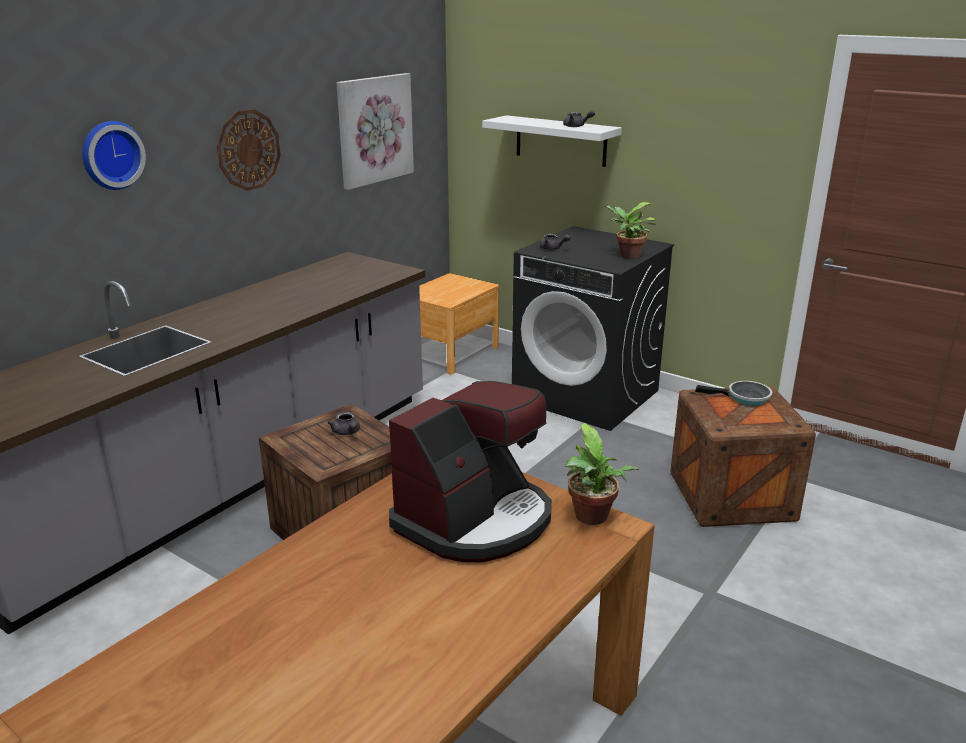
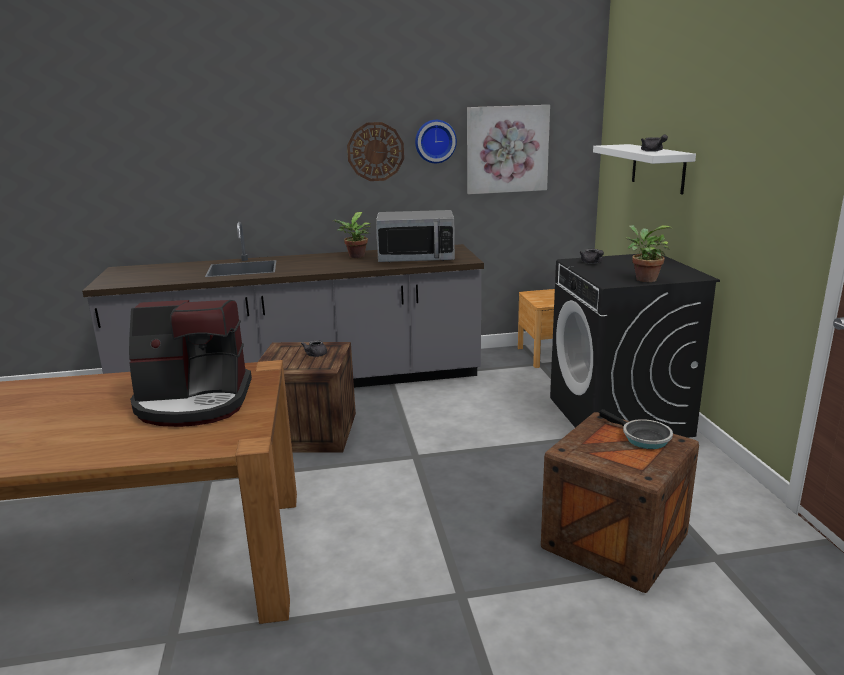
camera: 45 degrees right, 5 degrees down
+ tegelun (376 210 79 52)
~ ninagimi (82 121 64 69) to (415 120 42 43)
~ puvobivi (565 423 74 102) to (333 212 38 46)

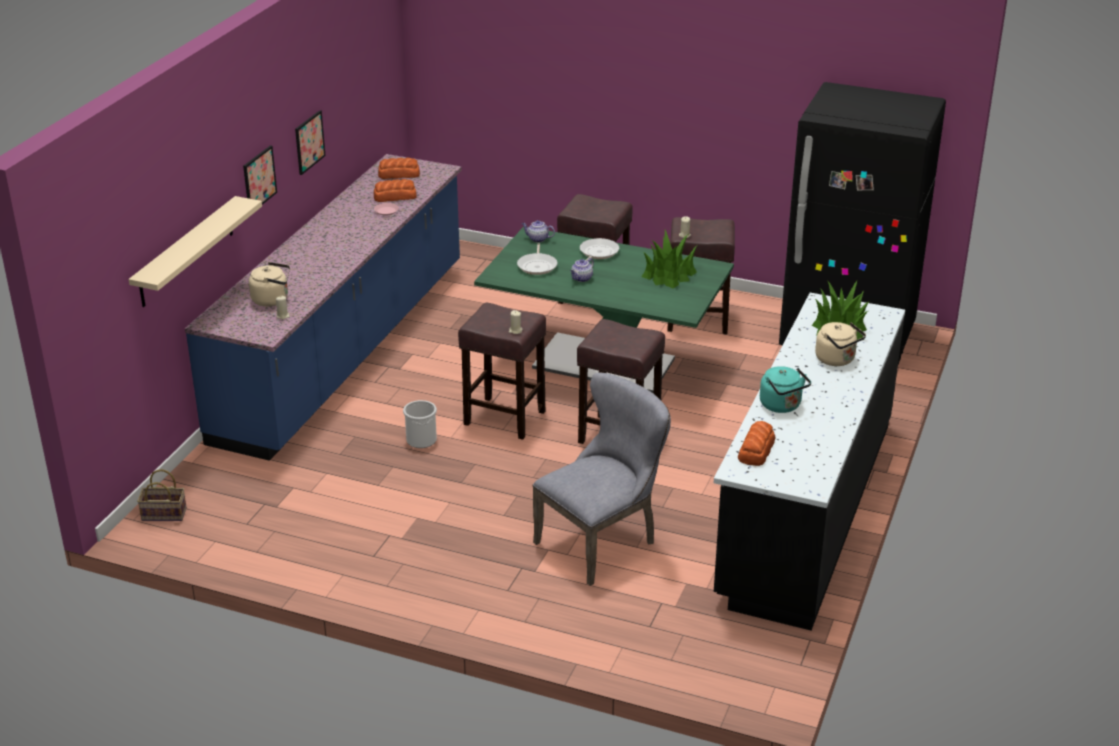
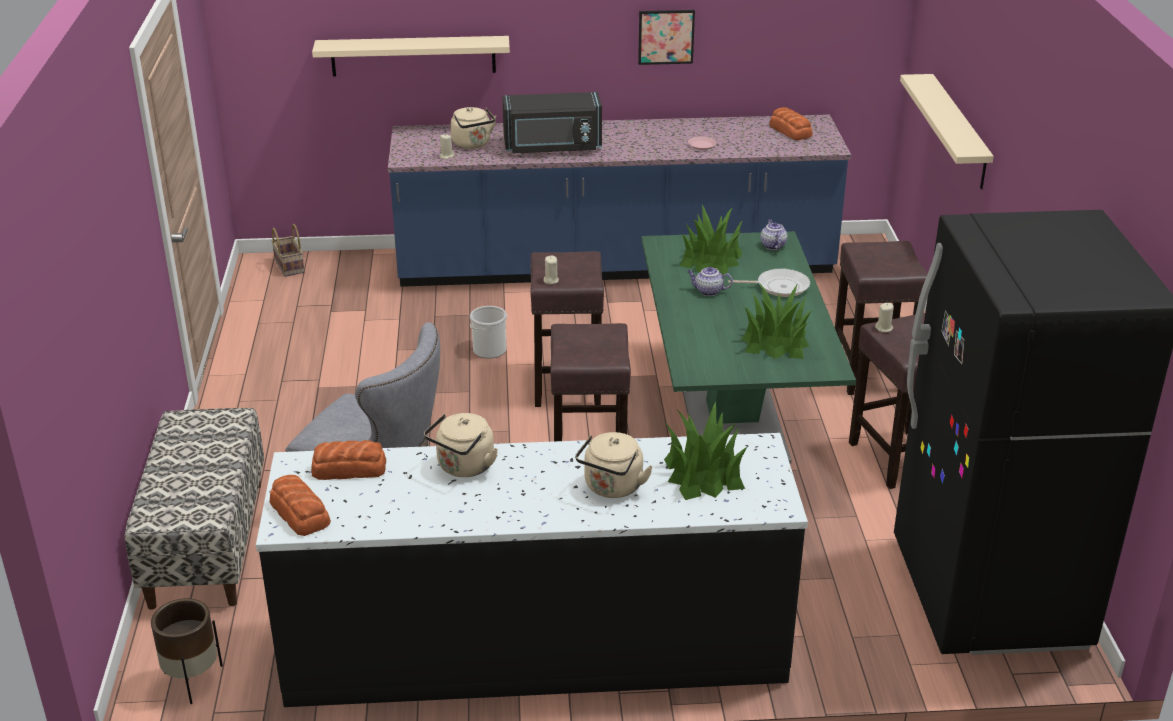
camera: 65 degrees right, 0 degrees up
- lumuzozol (243 145 34 60)
+ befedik (125 408 139 202)
+ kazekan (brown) (151 598 72 106)
+ tegelun (black) (502 92 100 61)
+ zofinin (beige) (900 74 94 115)
~ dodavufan (374 179 43 23) to (270 475 61 61)
~ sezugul (517 244 41 31) to puvobivi (679 205 64 70)
~ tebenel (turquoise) (760 366 51 47) to tebenel (beige) (424 413 74 64)

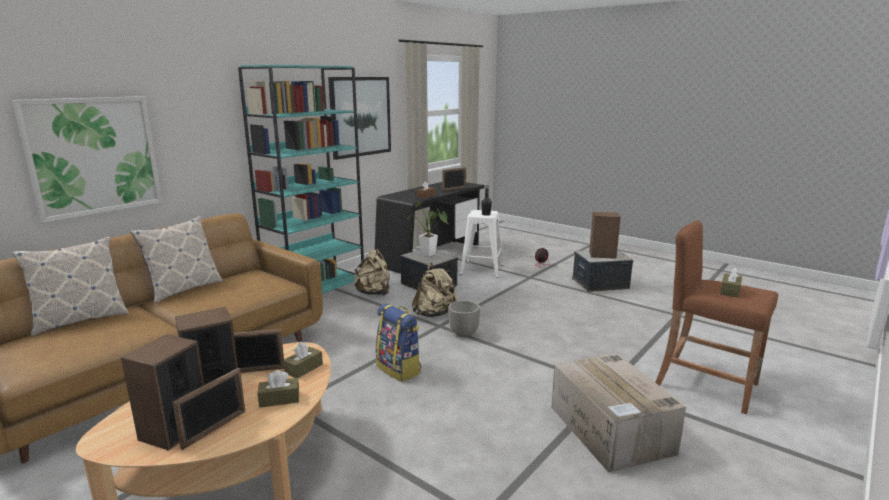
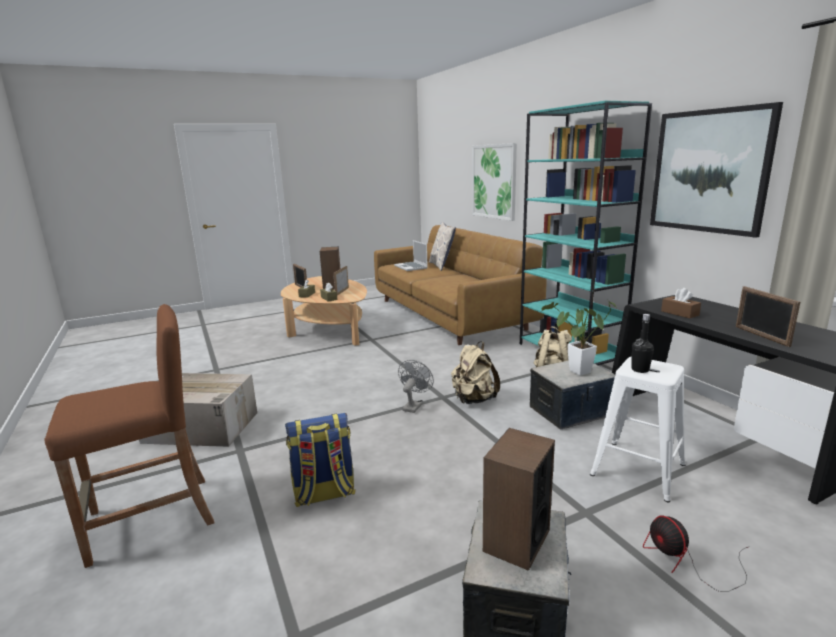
camera: 115 degrees right, 0 degrees up
- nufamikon (121 334 83 117)
- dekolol (130 216 93 87)
- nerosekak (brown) (720 267 22 31)
+ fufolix (394 240 34 31)
~ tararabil (376 303 45 79) to (285 413 71 94)
~ kazekan (448 301 32 36) to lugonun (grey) (398 360 36 53)

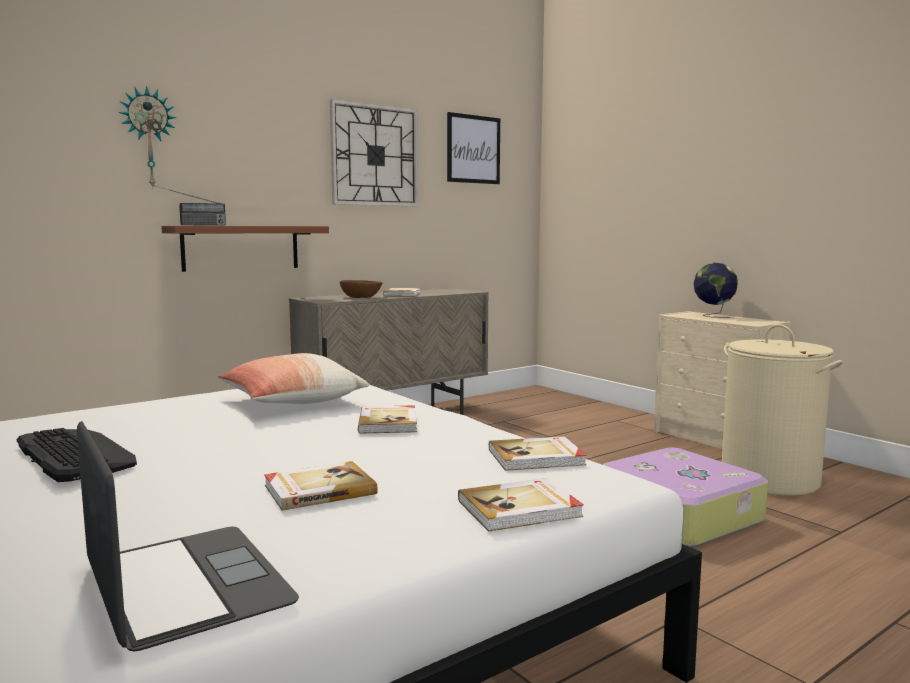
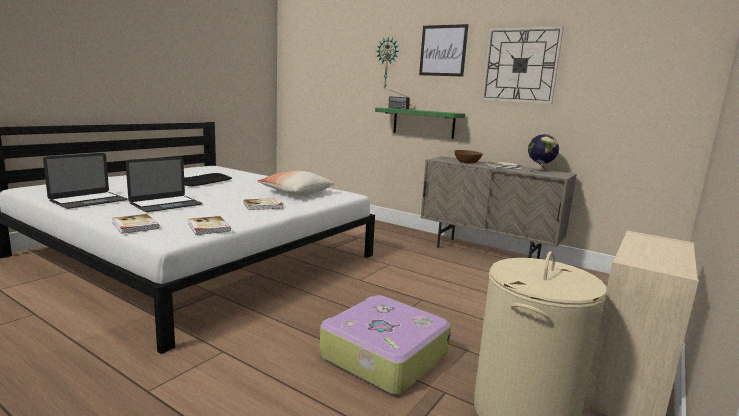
camera: 70 degrees right, 5 degrees up
~ lumuzozol (447 112 53 72) to (419 24 50 53)
~ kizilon (694 263 44 55) to (528 134 31 39)
~ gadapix (264 461 114 50) to fufolix (126 157 77 55)
~ zofinin (brown) (161 226 168 46) to zofinin (green) (375 108 90 31)

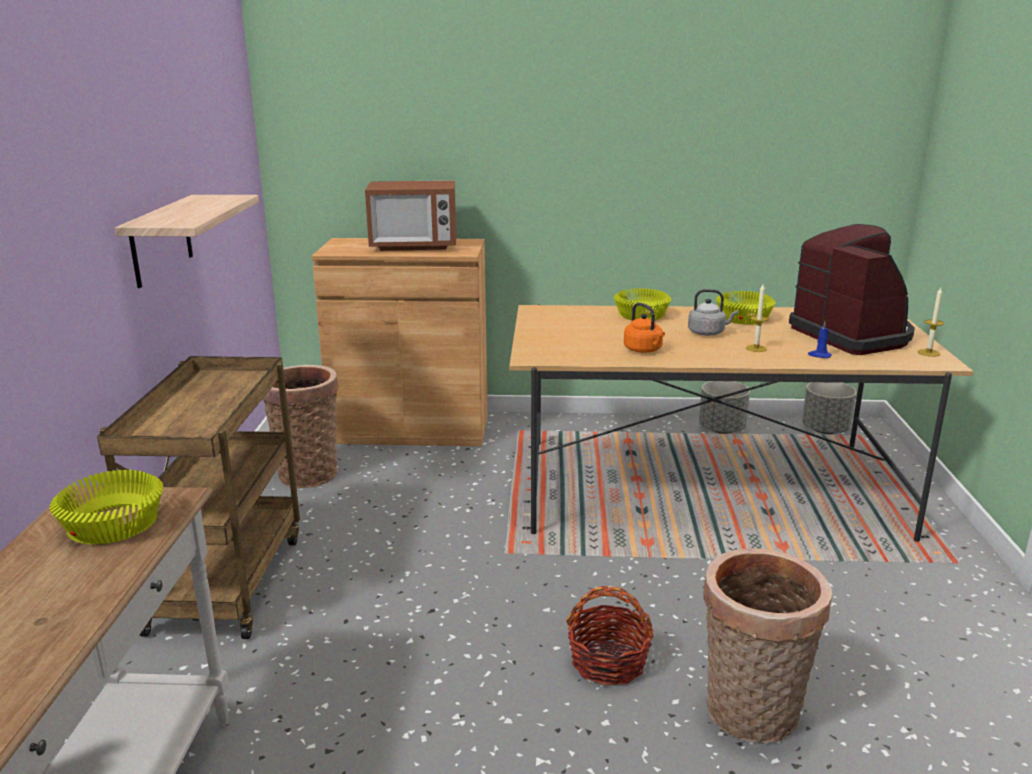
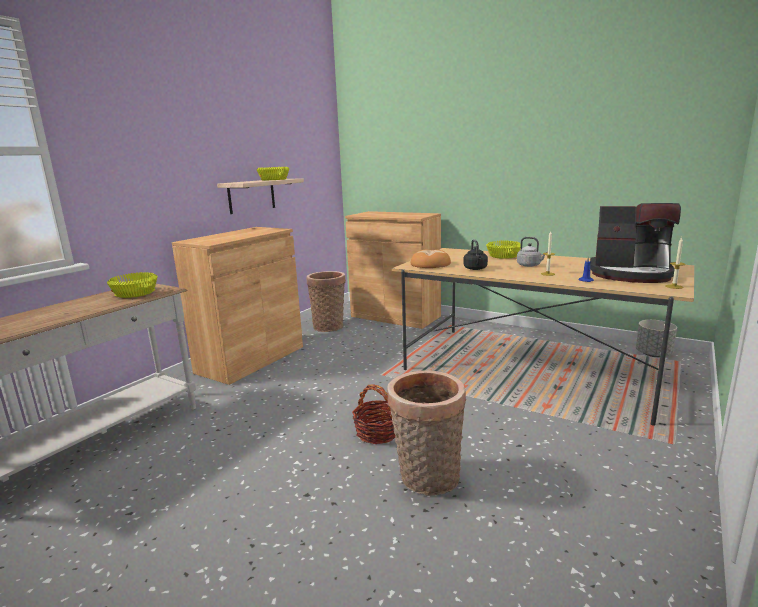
camera: 30 degrees right, 5 degrees down
- tegelun (365 180 91 71)
- kazekan (grey) (699 381 51 53)
+ dodavufan (411 249 40 19)
~ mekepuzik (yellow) (716 291 60 33) to (257 167 32 13)
~ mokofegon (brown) (97 356 203 283) to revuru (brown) (172 227 131 158)
~ tebenel (orange) (624 303 41 50) to tebenel (black) (464 239 24 31)
~ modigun (789 224 126 131) = (590 203 91 80) 105 degrees clockwise

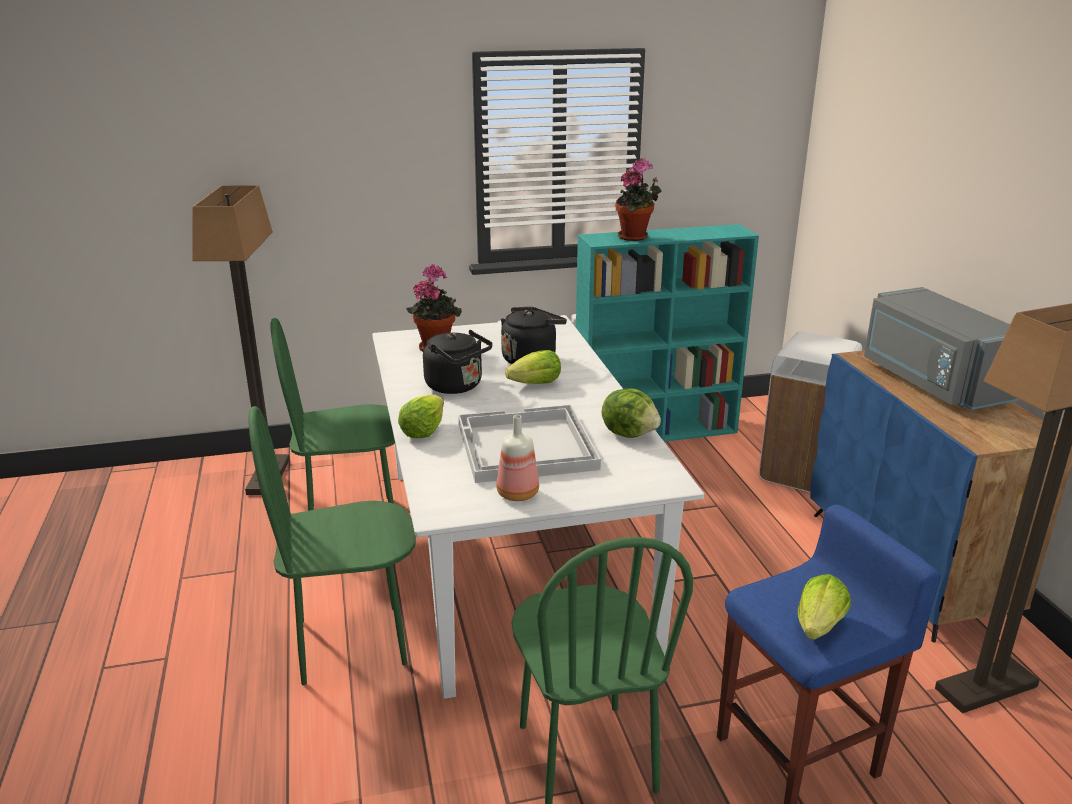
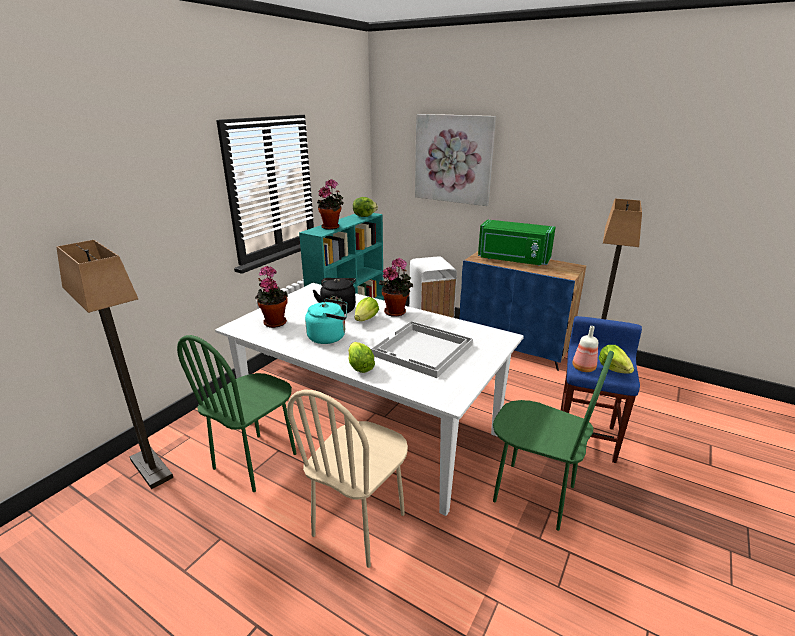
camera: 45 degrees left, 0 degrees up
+ puvobivi (379 258 34 59)
+ lumuzozol (415 114 81 92)
~ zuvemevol (496 415 43 86) to (572 326 26 46)
~ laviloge (602 388 59 50) to (353 197 25 20)
~ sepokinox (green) (248 406 168 279) to sepokinox (beige) (287 390 121 178)
~ tebenel (black) (423 330 70 64) to tebenel (turquoise) (305 299 42 45)
~ tegelun (grey) (864 287 155 123) to tegelun (green) (478 219 78 47)

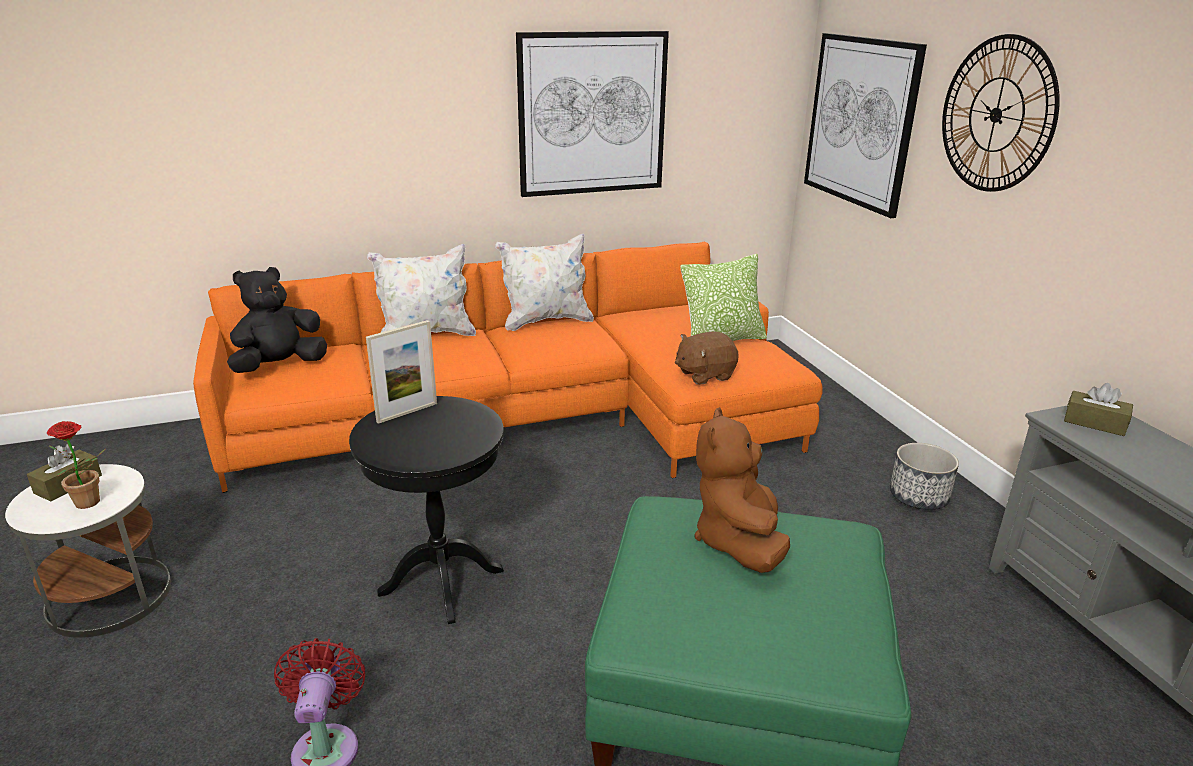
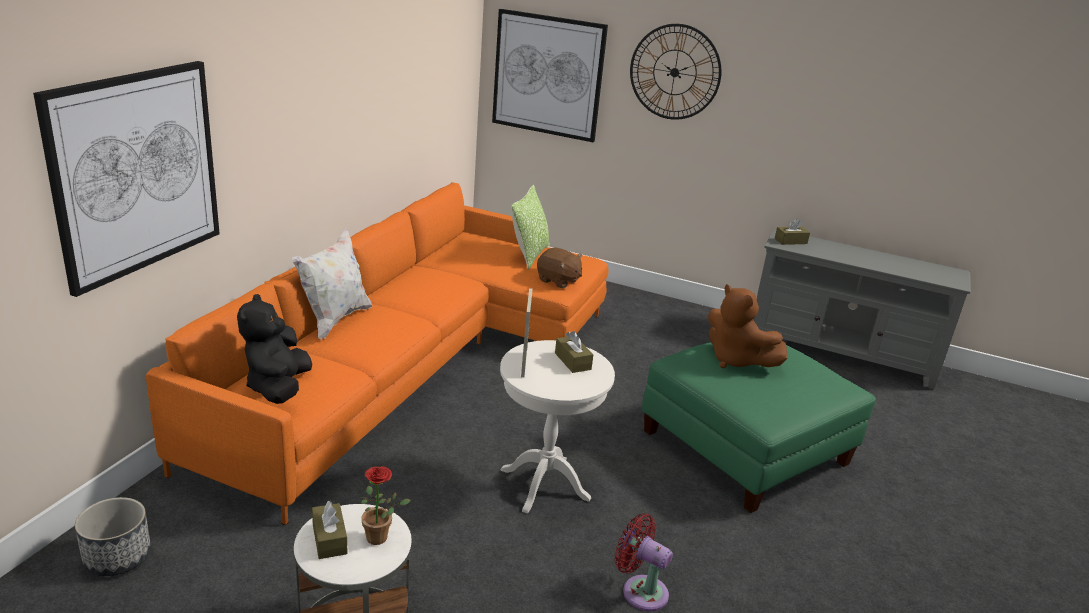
camera: 50 degrees left, 0 degrees up
- dekolol (white) (495 234 99 97)
+ nerosekak (brown) (555 331 38 42)
~ lumuzozol (516 31 153 166) to (33 61 187 236)
~ kazekan (890 443 69 67) to (75 497 76 79)
~ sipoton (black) (349 396 155 228) to sipoton (white) (500 340 115 174)
~ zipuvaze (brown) (675 332 64 53) = (537 247 45 42) 75 degrees counterclockwise

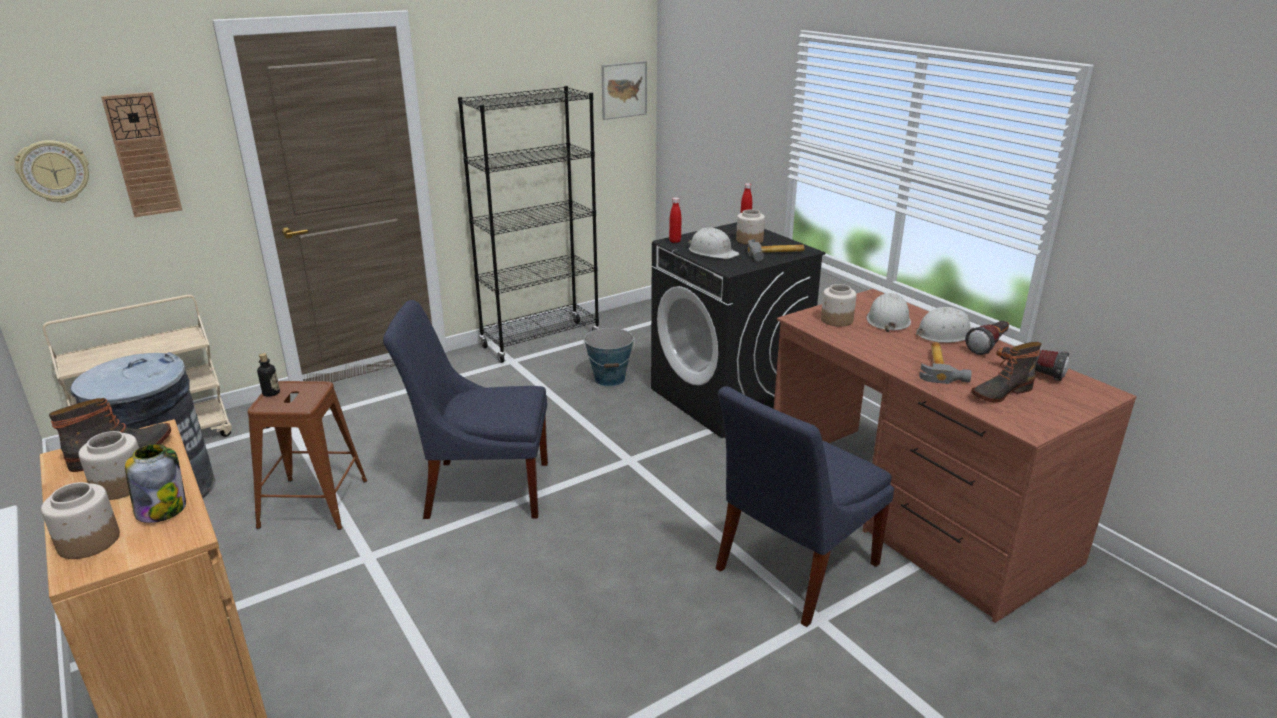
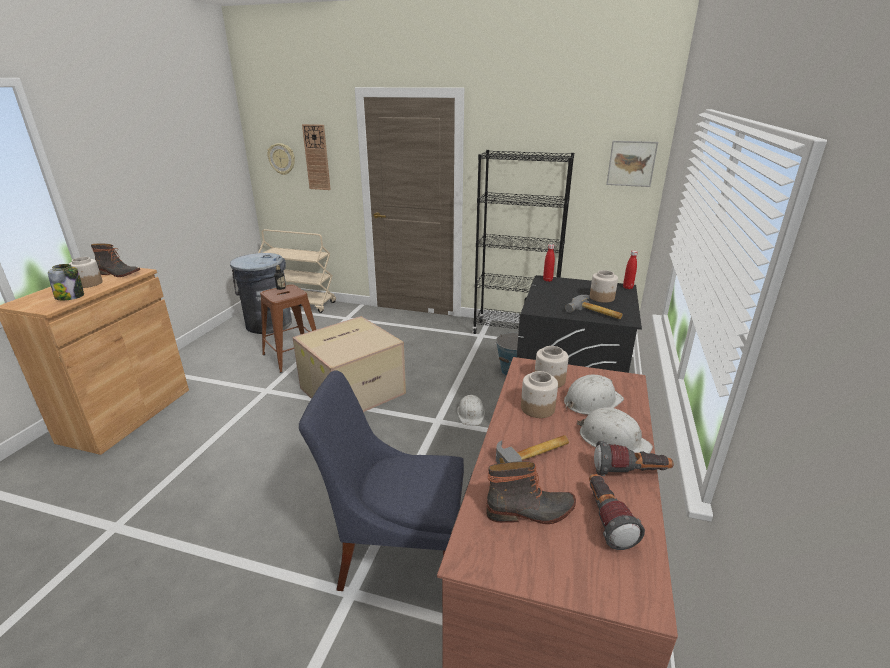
camera: 50 degrees right, 0 degrees up
~ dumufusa (41 482 79 77) to (521 371 37 47)
~ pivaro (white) (688 227 51 32) to (457 395 28 30)
~ sepokinox (blue) (383 300 165 219) to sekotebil (292 316 114 96)
~ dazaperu (971 342 71 61) = (486 461 90 63) 150 degrees clockwise

